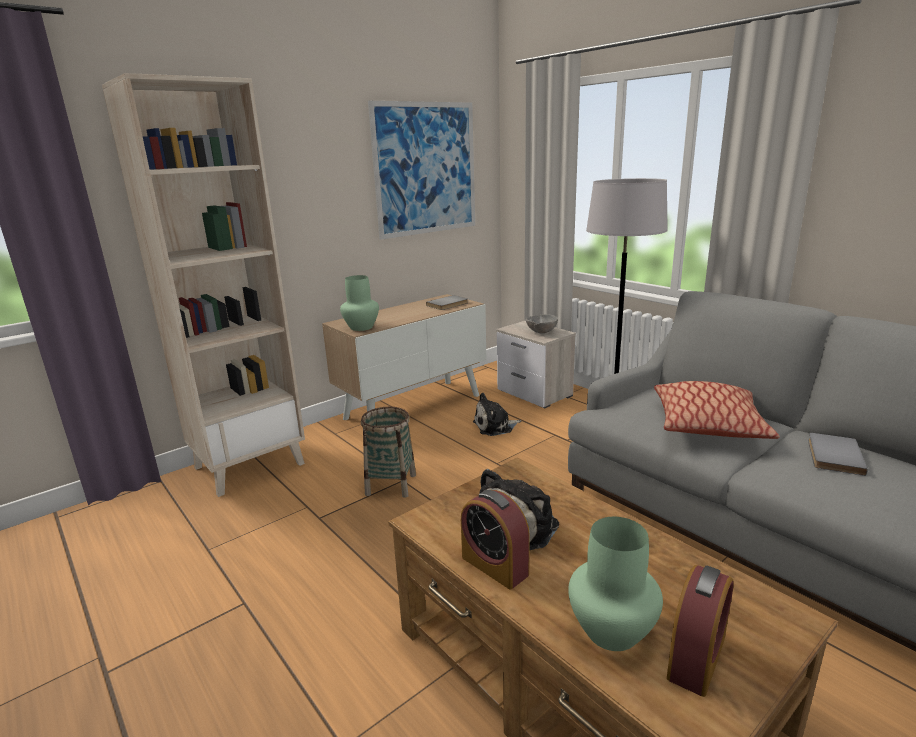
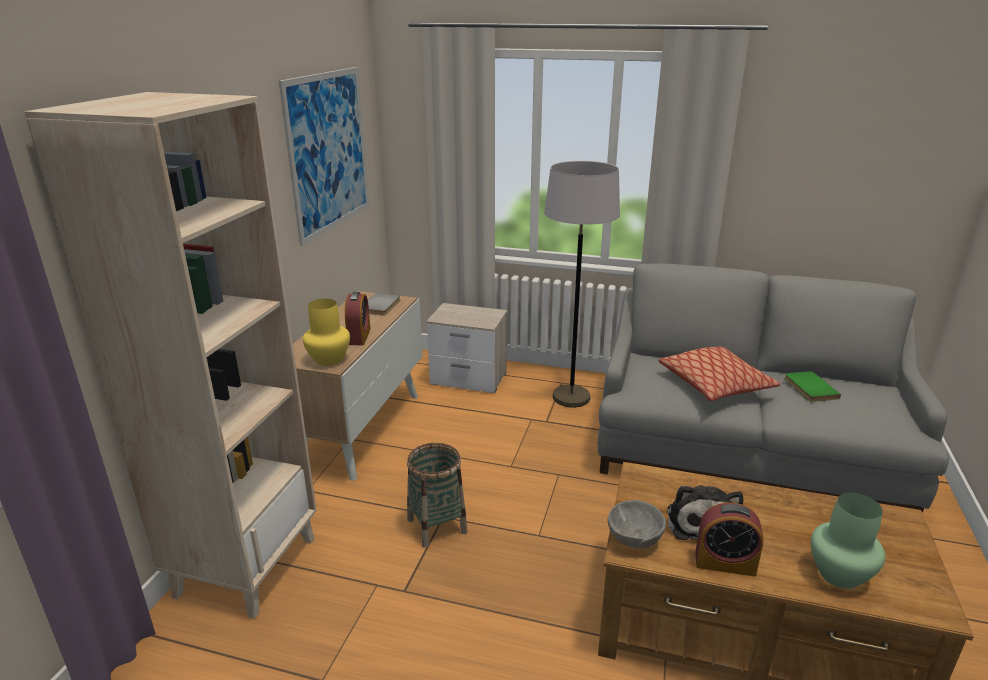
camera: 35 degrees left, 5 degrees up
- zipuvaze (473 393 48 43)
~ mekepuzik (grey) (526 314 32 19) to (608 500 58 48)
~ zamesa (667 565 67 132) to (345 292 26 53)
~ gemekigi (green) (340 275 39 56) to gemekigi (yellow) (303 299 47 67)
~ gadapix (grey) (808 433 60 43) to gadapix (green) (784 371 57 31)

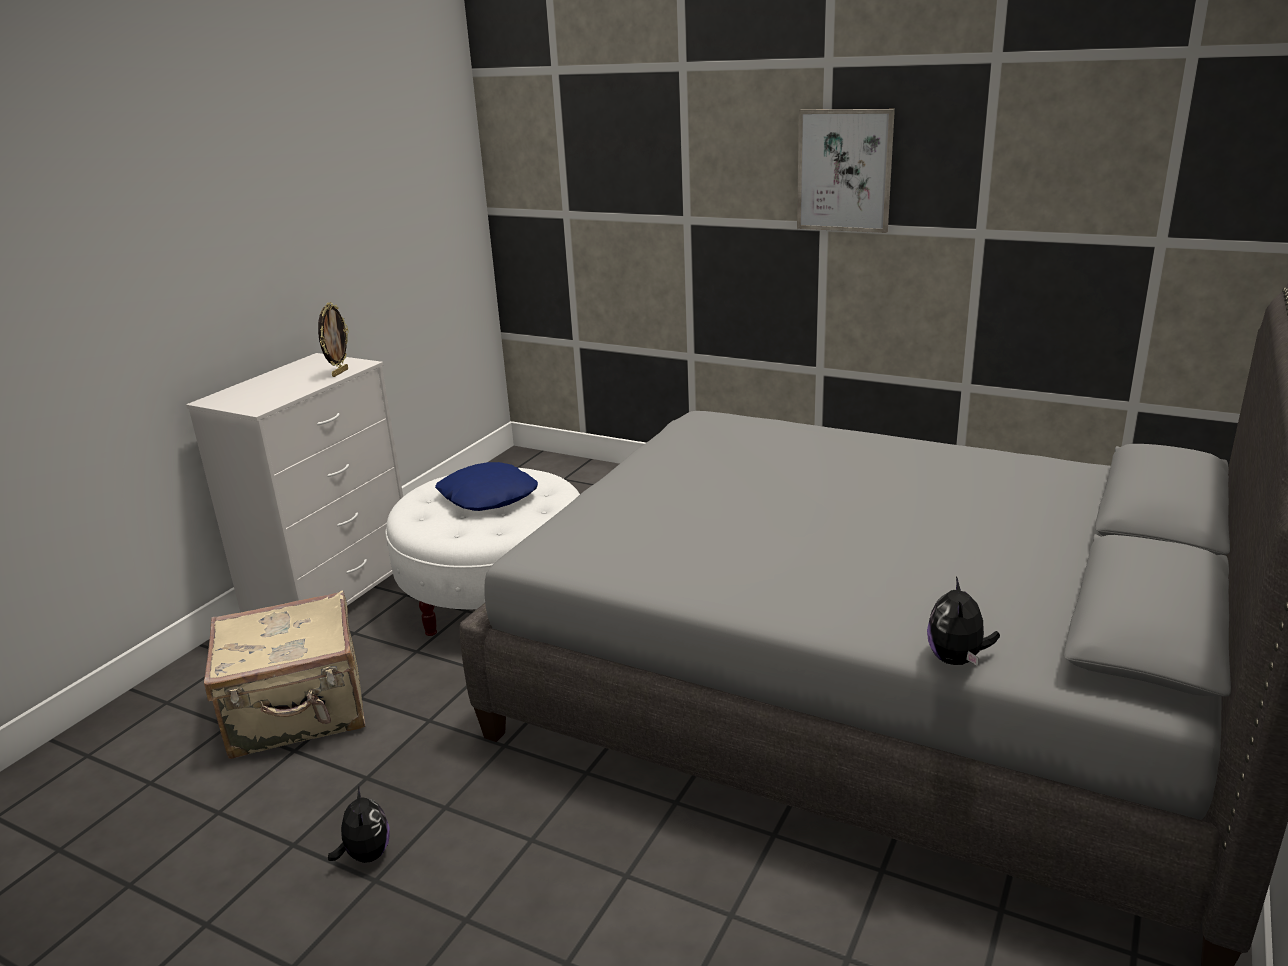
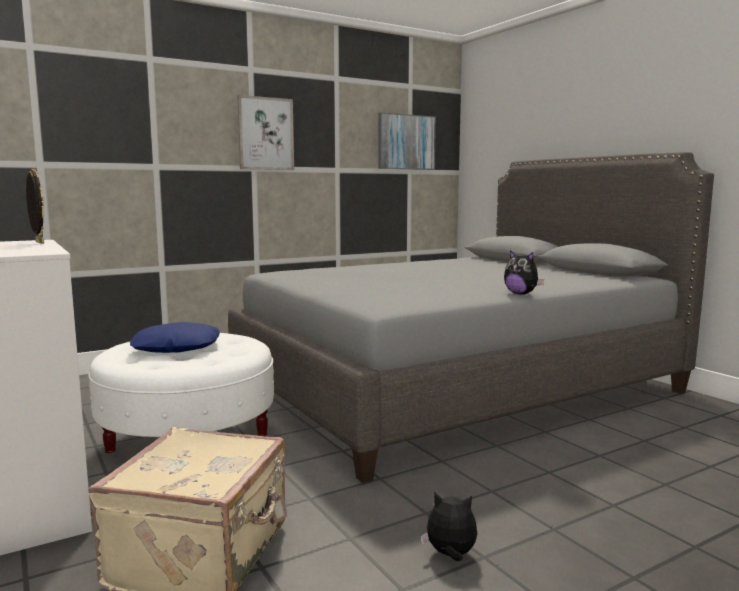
camera: 60 degrees left, 15 degrees down
+ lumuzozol (378 112 58 58)
~ zipuvaze (927 577 73 89) to (504 250 40 45)

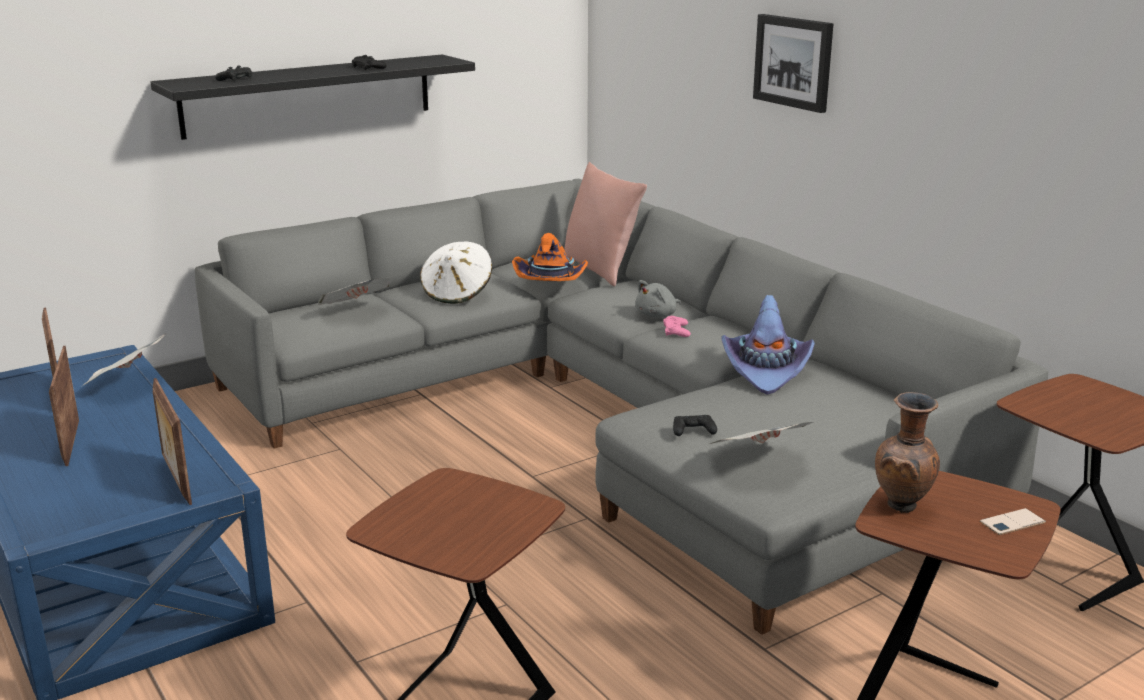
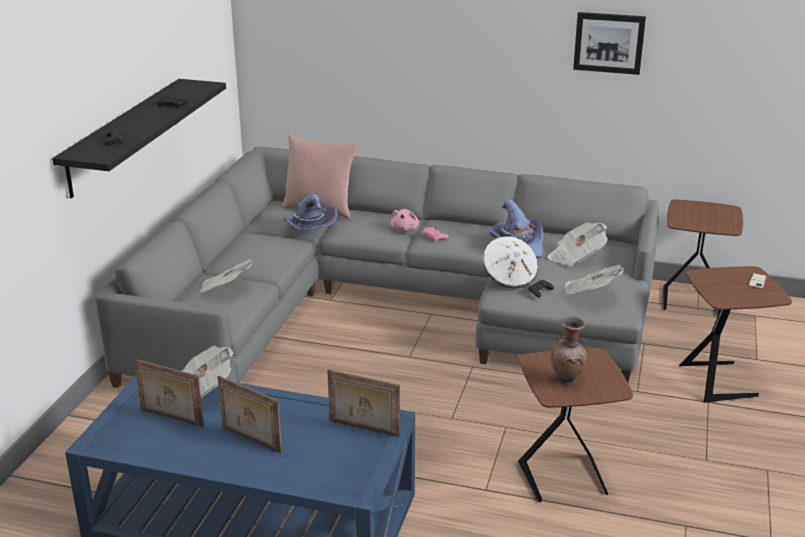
camera: 40 degrees left, 5 degrees up
+ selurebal (547 222 61 45)
~ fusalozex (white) (420 241 72 63) to (483 237 55 51)
~ lumuzozol (753 14 80 99) to (573 12 73 63)
~ gemekigi (brown) (875 392 65 121) to (551 316 37 69)
~ fusalozex (orange) (512 233 76 48) to fusalozex (purple) (284 194 53 37)
~ zipuvaze (grey) (635 280 46 37) to zipuvaze (pink) (391 209 28 23)

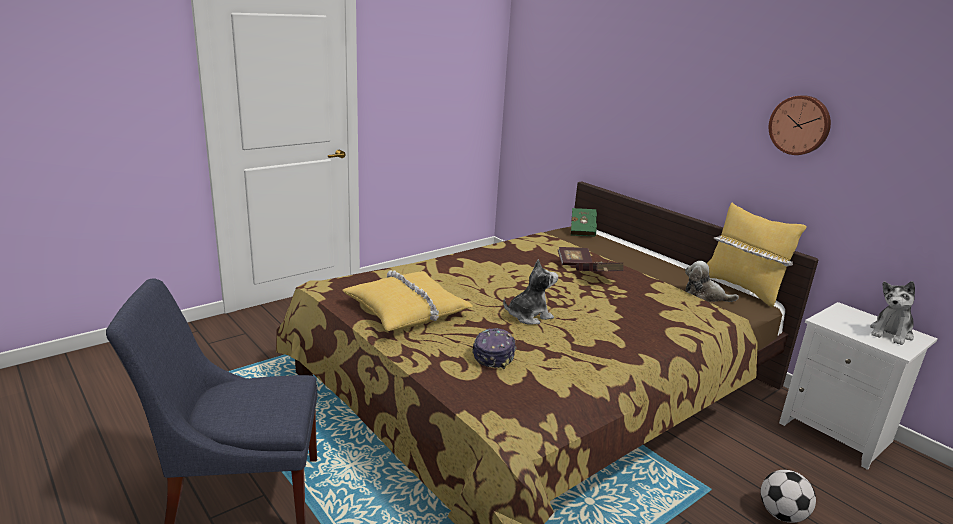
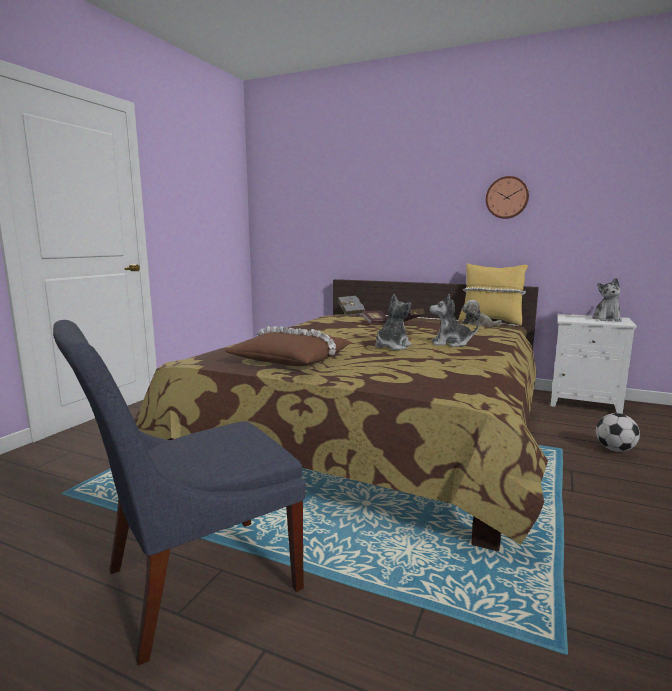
camera: 25 degrees left, 10 degrees down
- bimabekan (472 328 45 41)
+ zipuvaze (430 294 49 53)
~ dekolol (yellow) (342 270 131 61) to dekolol (brown) (225 326 127 40)
~ gadapix (green) (571 208 26 29) to gadapix (grey) (338 296 27 20)

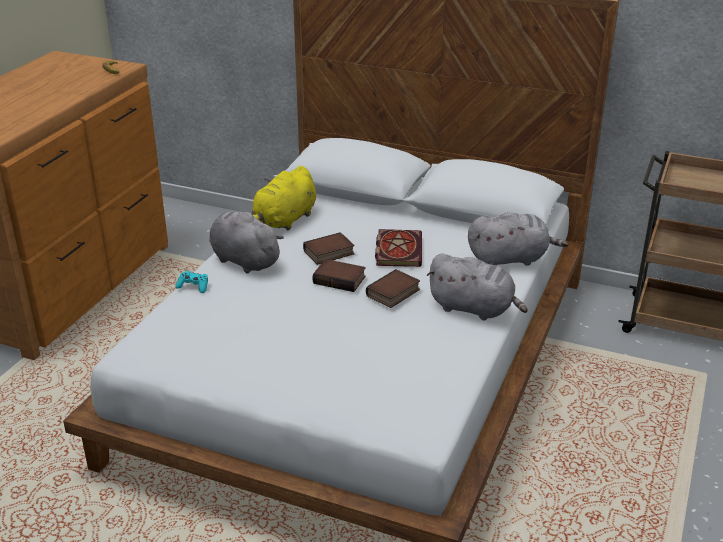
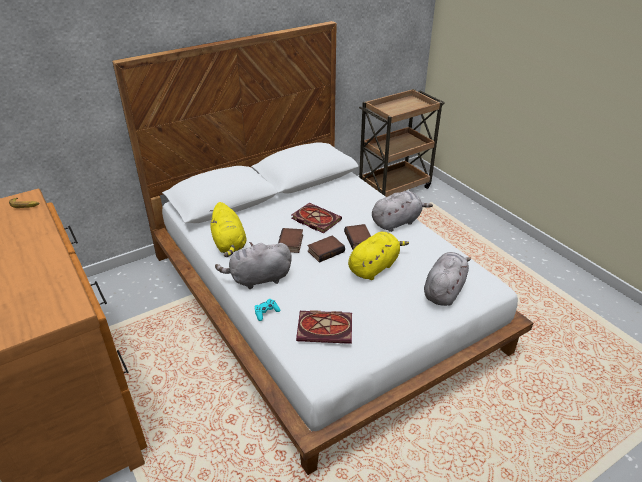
camera: 55 degrees left, 5 degrees up
+ gadapix (296 310 56 34)
+ zipuvaze (yellow) (348 231 61 49)
~ zipuvaze (grey) (468 212 100 54) to (424 252 47 54)

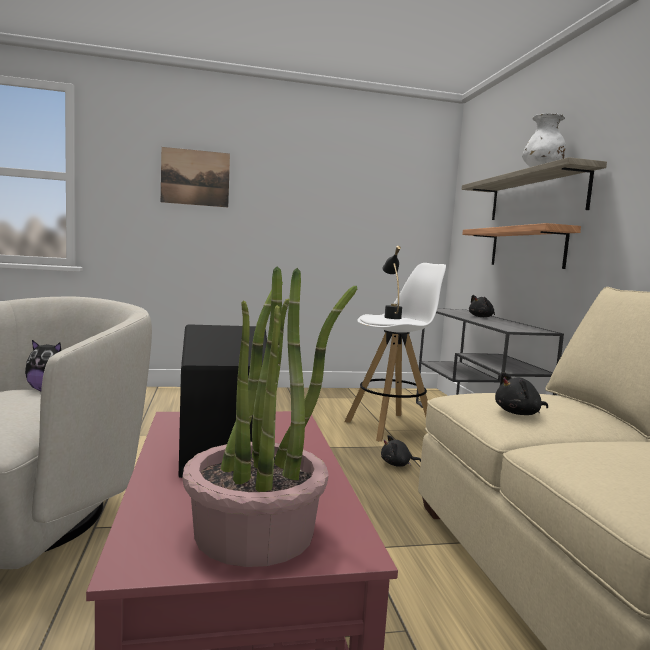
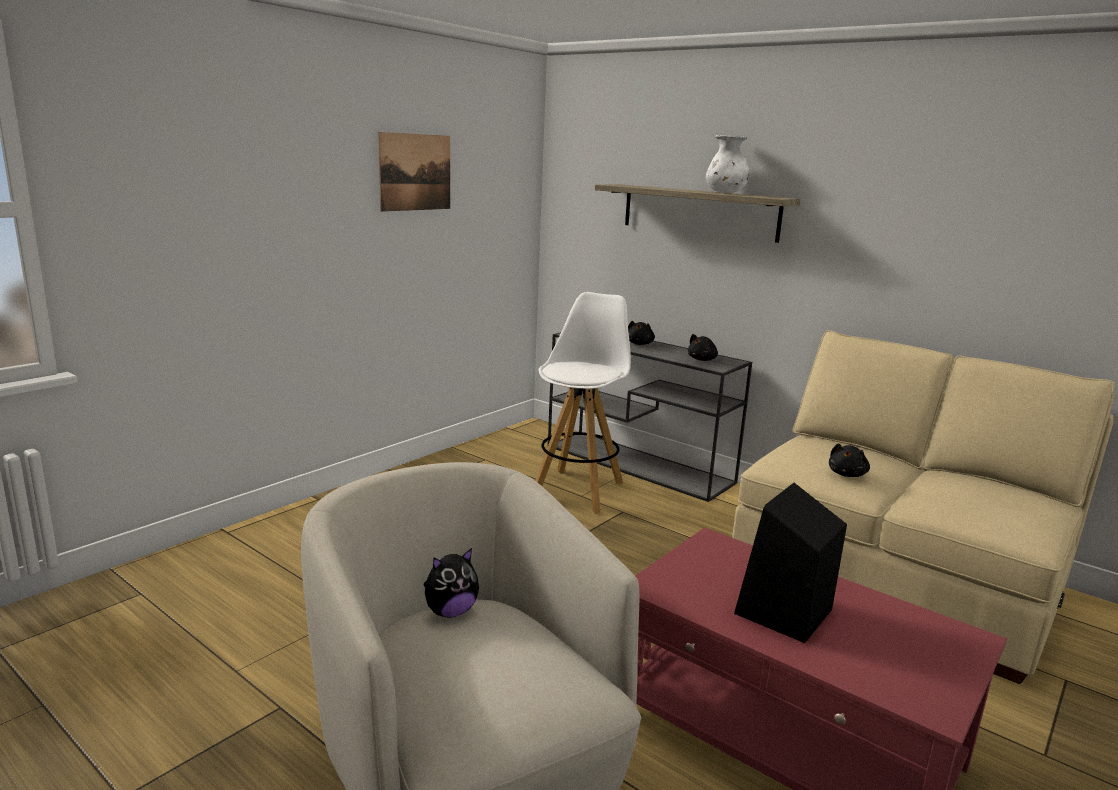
camera: 40 degrees left, 10 degrees up
- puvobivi (182 266 175 301)
- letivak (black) (382 246 20 73)
- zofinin (462 223 119 46)
~ lumuzozol (161 147 69 60) to (378 132 72 80)
~ zipuvaze (black) (381 435 40 32) to (688 334 30 27)

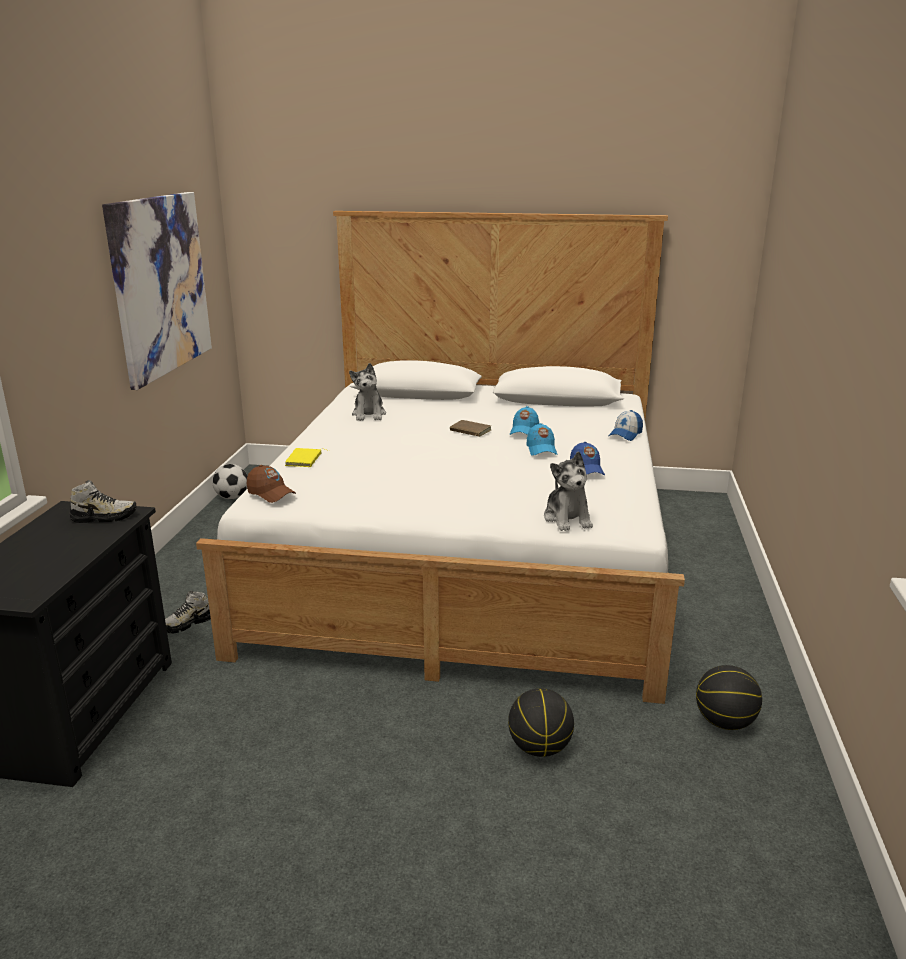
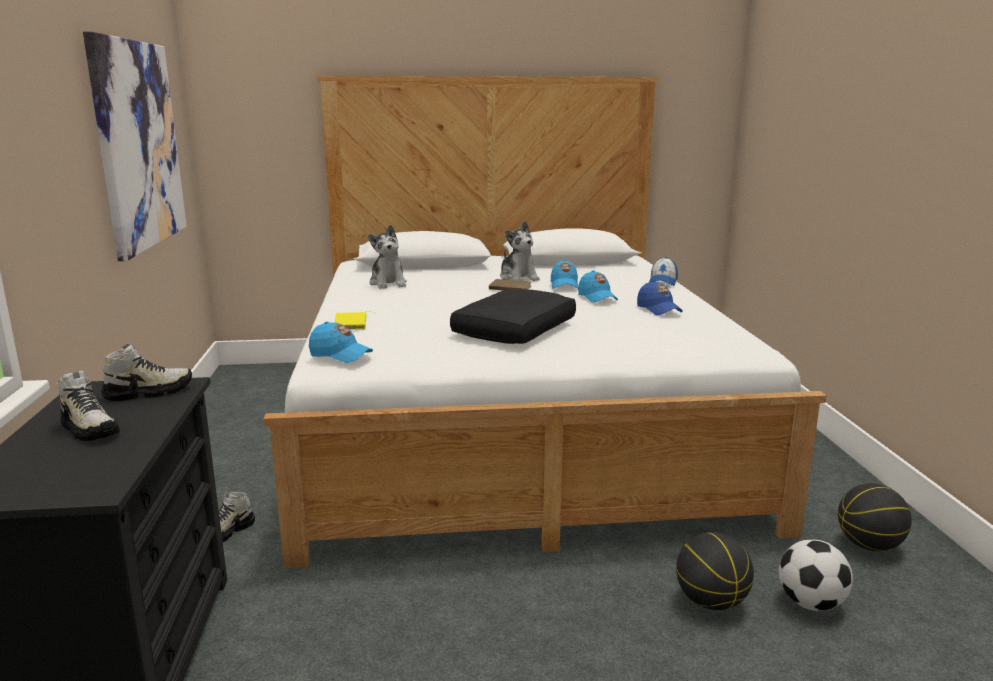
camera: 15 degrees left, 5 degrees down
+ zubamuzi (57 370 63 71)
+ dekolol (black) (450 289 126 55)
~ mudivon (212 464 35 35) to (779 540 74 71)
~ zipuvaze (544 451 49 80) to (500 221 40 60)
~ bimabekan (brown) (247 465 49 38) to bimabekan (blue) (309 321 64 42)

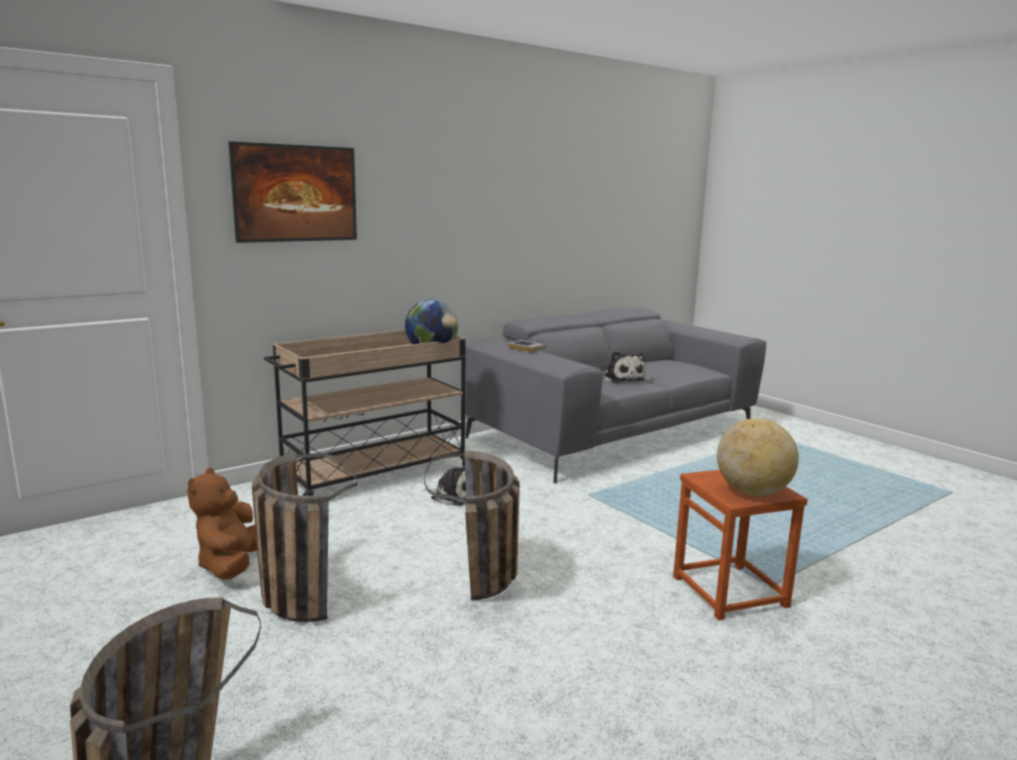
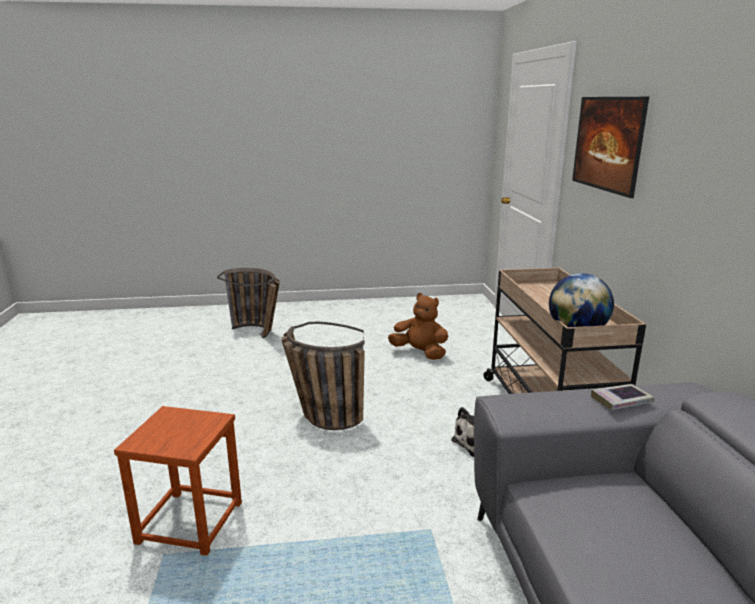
camera: 120 degrees right, 5 degrees up
- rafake (252 453 105 169)
- zipuvaze (603 351 42 33)
- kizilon (717 418 82 78)

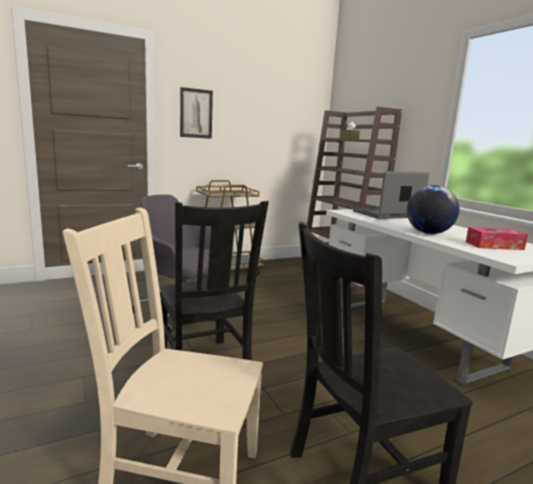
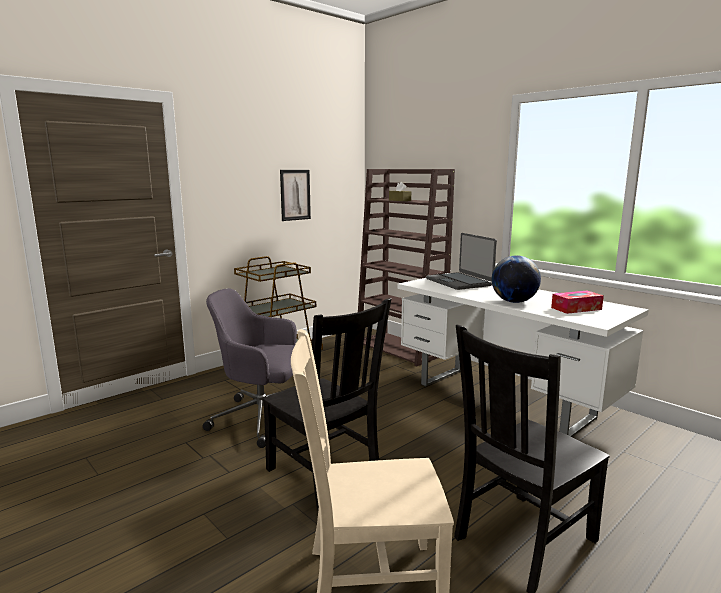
camera: 15 degrees left, 0 degrees up
~ lumuzozol (180 87 33 52) to (280 170 31 51)
~ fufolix (353 171 76 48) = (426 233 71 57) 75 degrees counterclockwise

